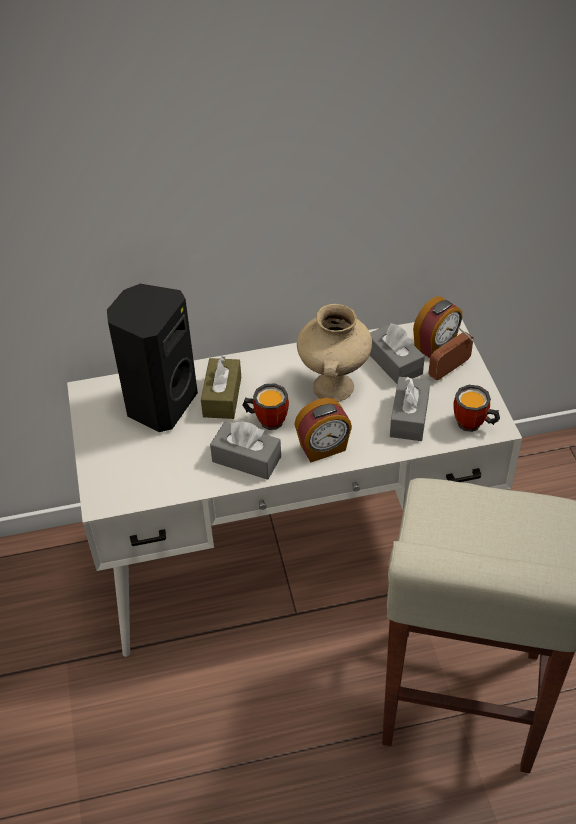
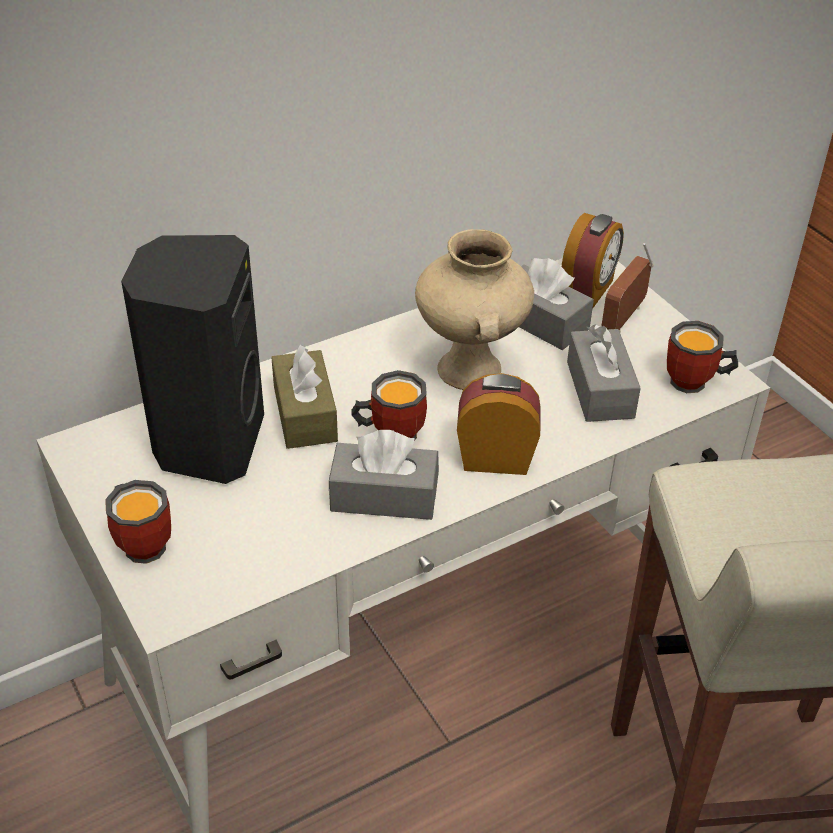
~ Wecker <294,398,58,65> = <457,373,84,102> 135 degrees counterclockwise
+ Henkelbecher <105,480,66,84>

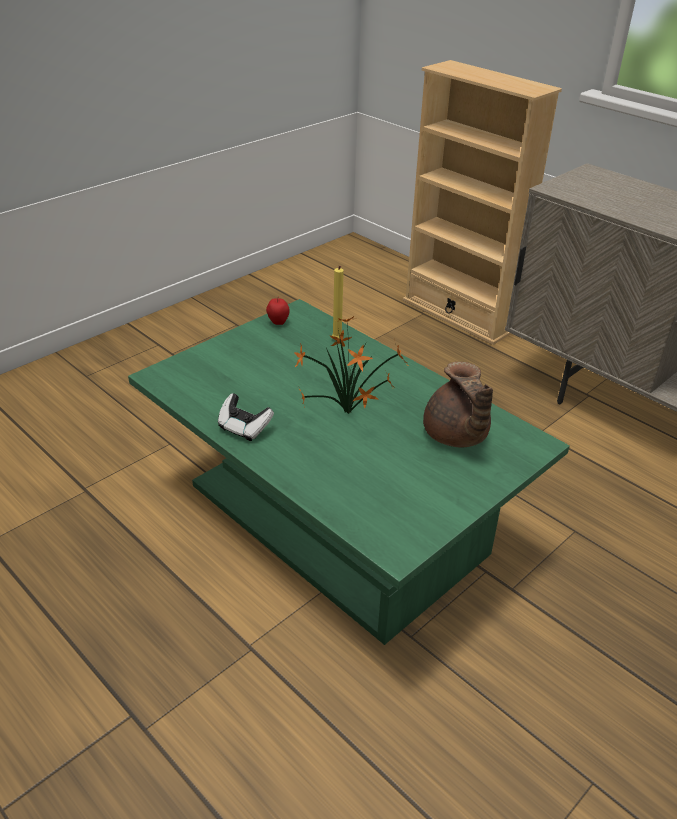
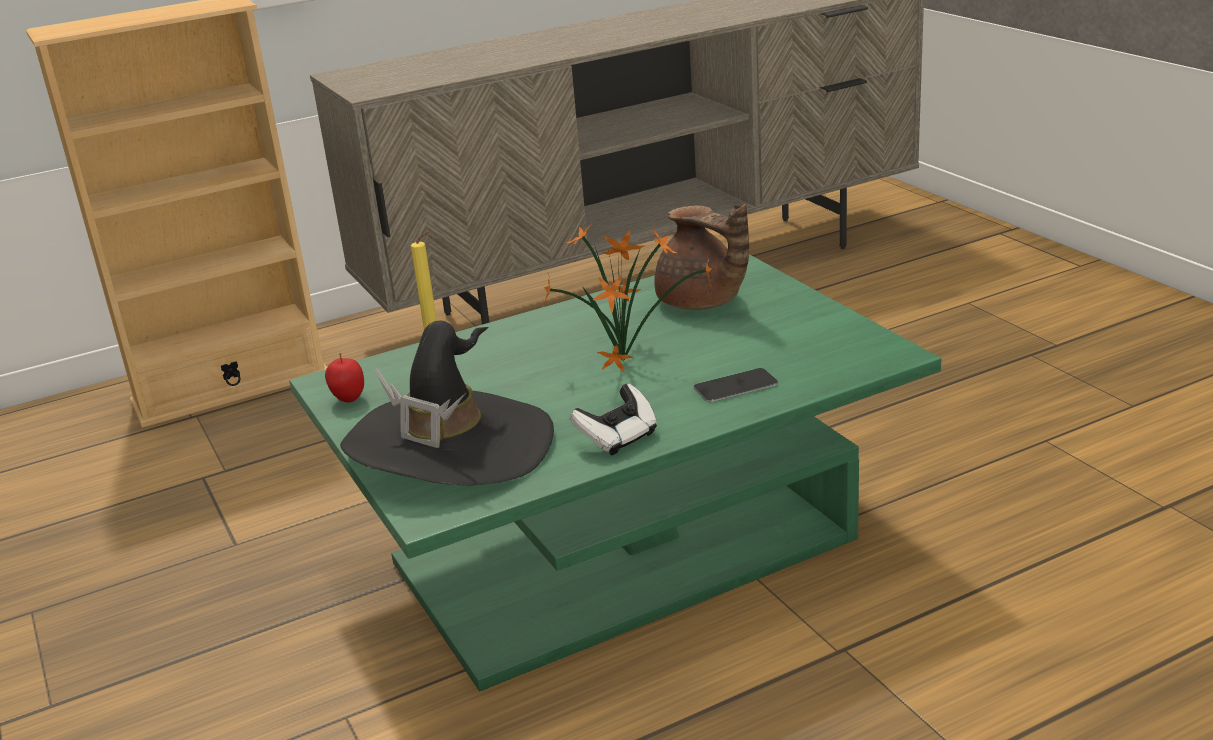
~ Teekanne [braun] <423,362,70,85> = <654,204,95,106> 45 degrees clockwise
+ Hut [schwarz] <340,320,214,165>
+ Handy <694,368,84,34>

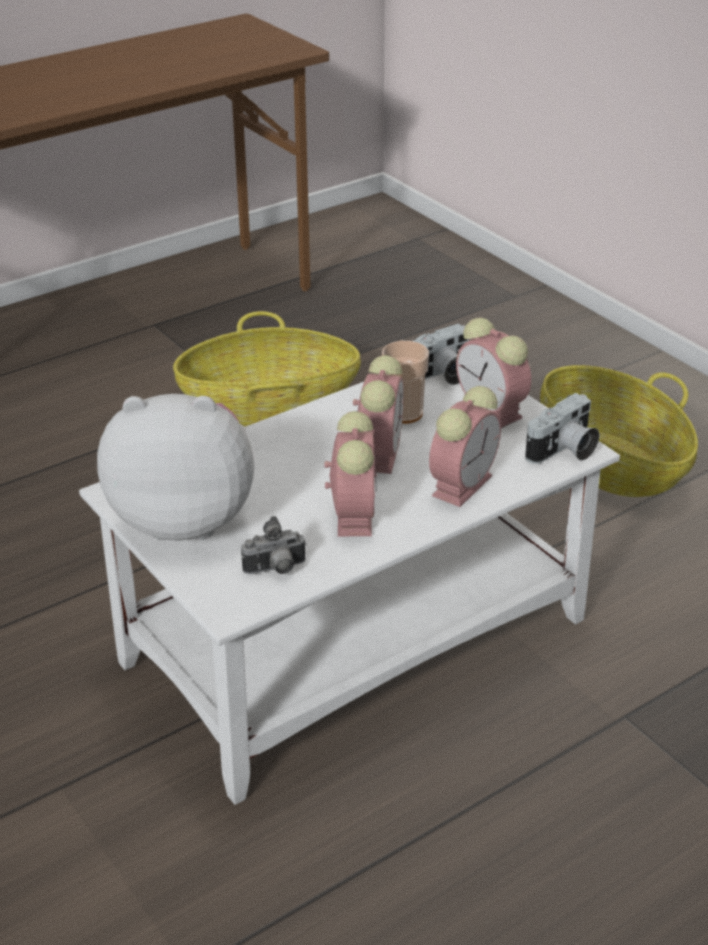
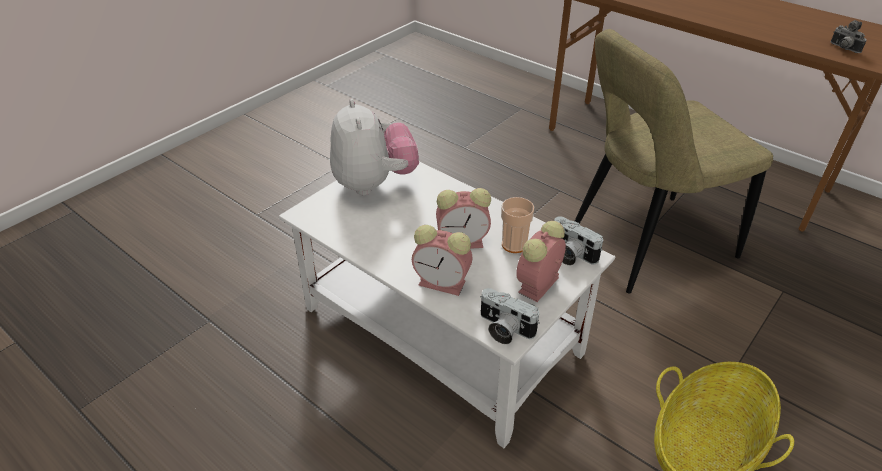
~ Korb <173,311,188,116> to Stuhl [beige] <575,29,198,265>
~ Kamera <241,516,65,58> to <831,20,36,33>
- Wecker <324,411,53,125>

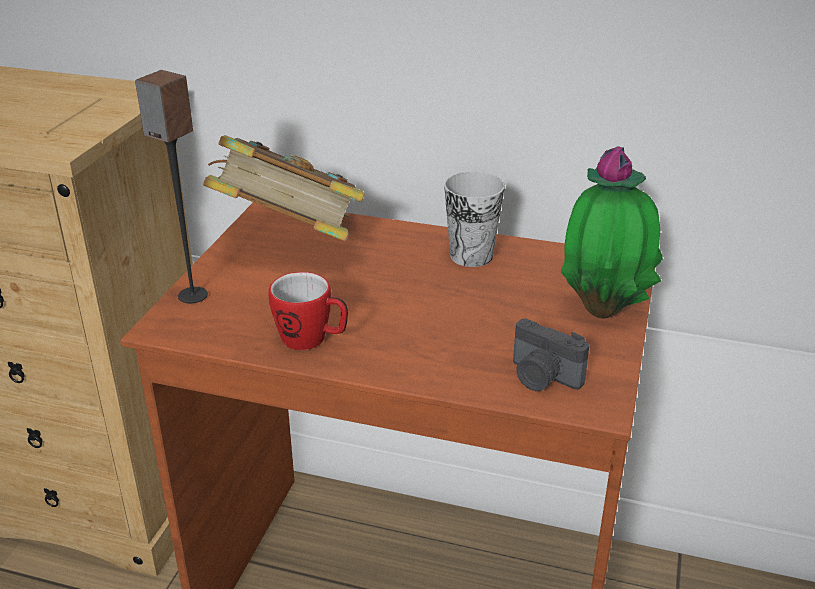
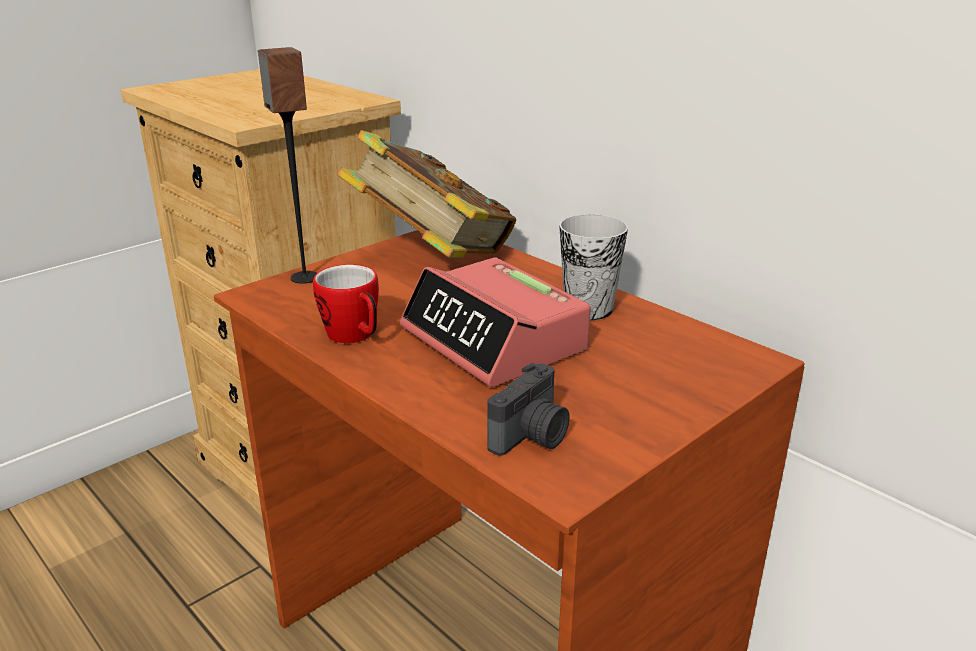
~ Kamera <513,318,76,73> = <487,363,83,93> 120 degrees counterclockwise
- Topfpflanze <561,146,102,172>
+ Wecker <400,257,191,130>

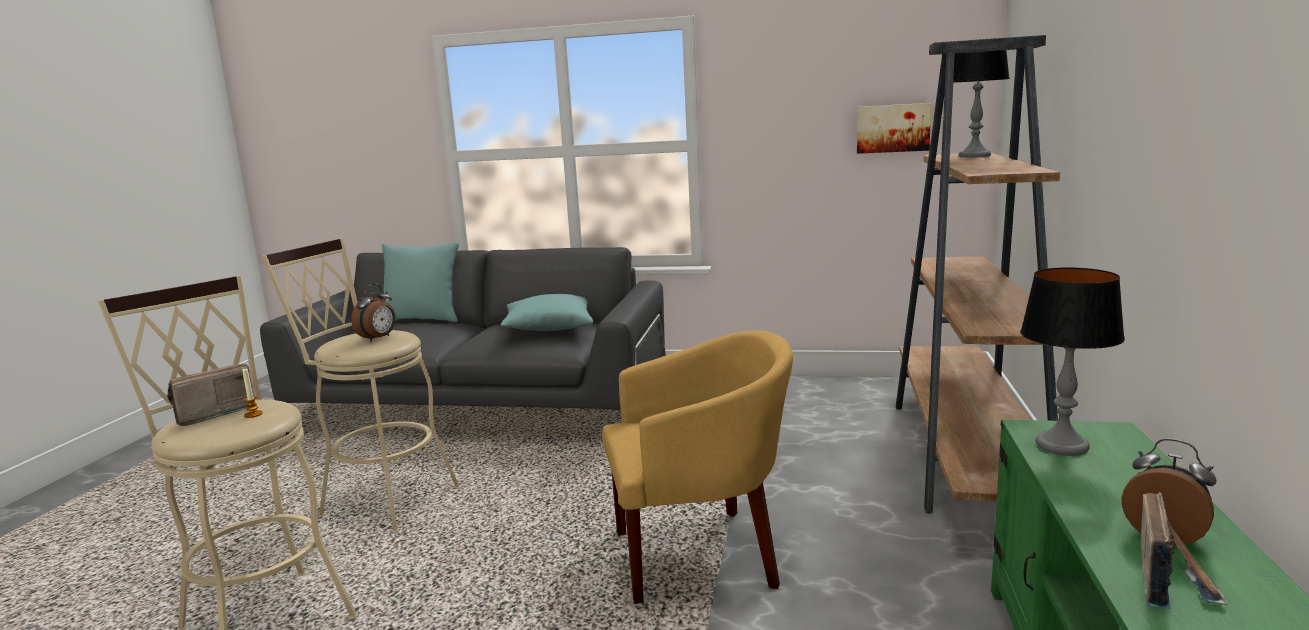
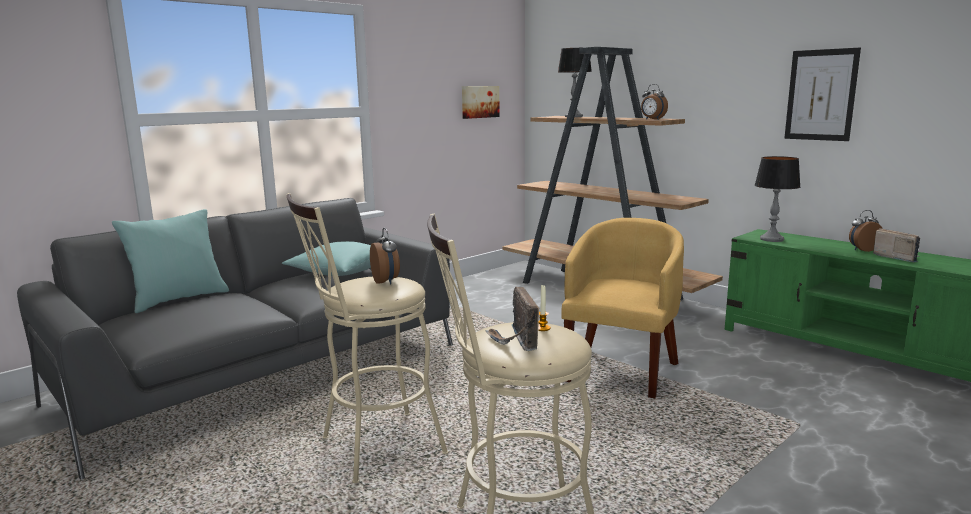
+ Wecker <641,84,27,36>
+ Bild <784,48,77,93>

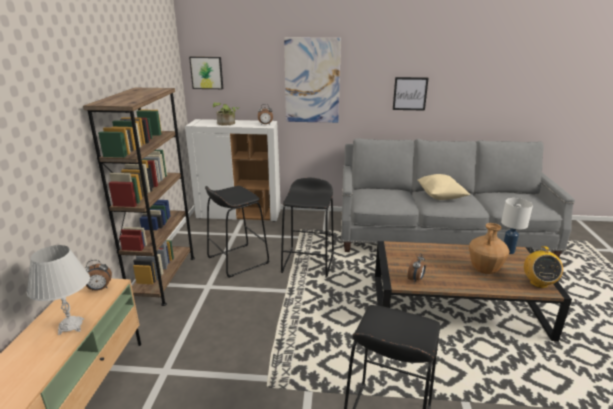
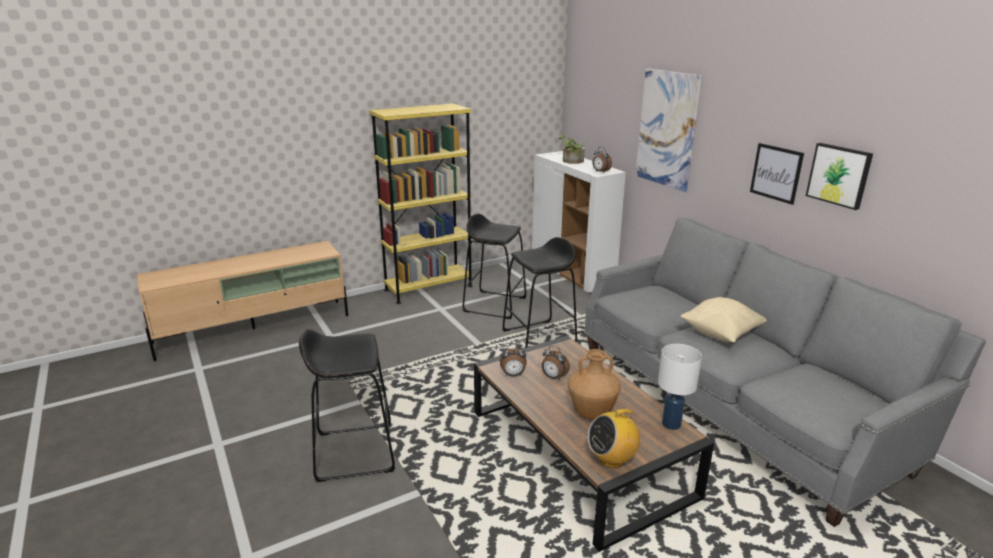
- Tischlampe [weiß] <27,245,63,90>
~ Bücherregal [braun] <83,88,112,218> to Bücherregal [gelb] <369,103,104,201>
~ Wecker <85,260,27,31> to <542,346,28,35>
~ Bild <189,57,34,32> to <806,143,67,67>

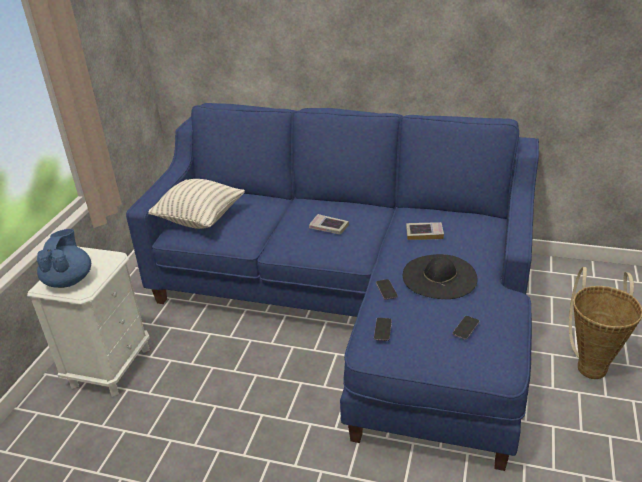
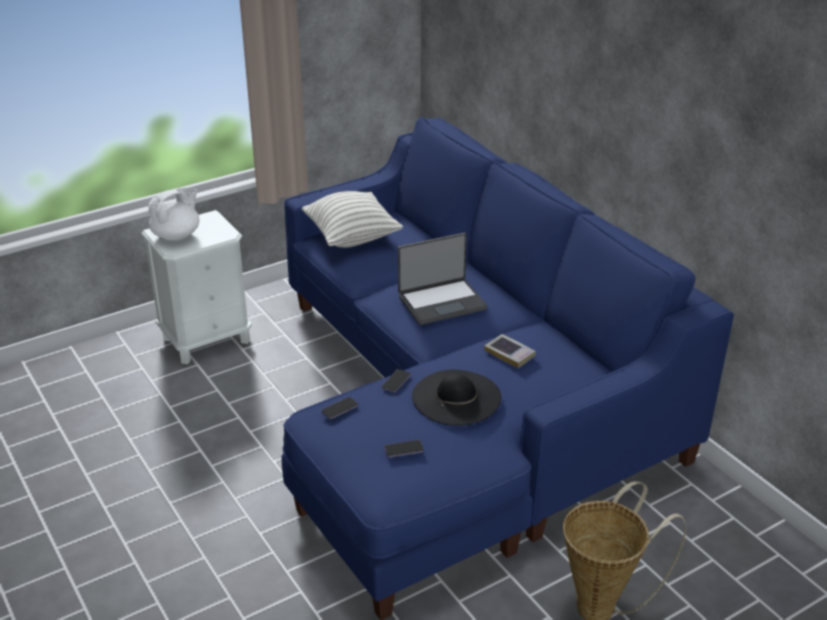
~ Teekanne [blau] <37,229,54,59> to Teekanne [weiß] <148,188,51,53>
~ Buch <309,214,40,21> to Laptop <398,233,90,92>

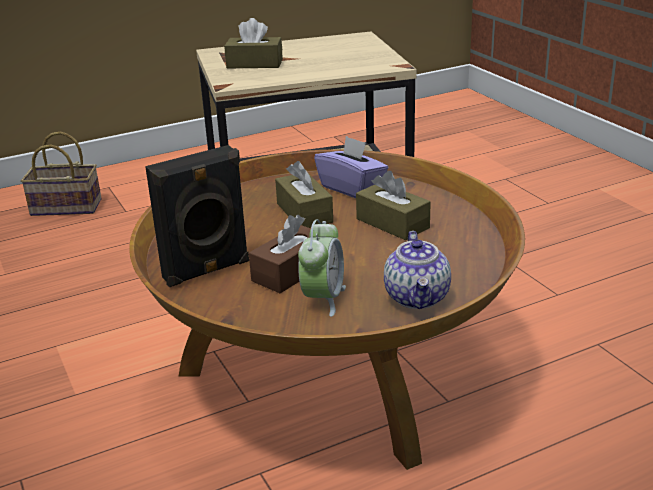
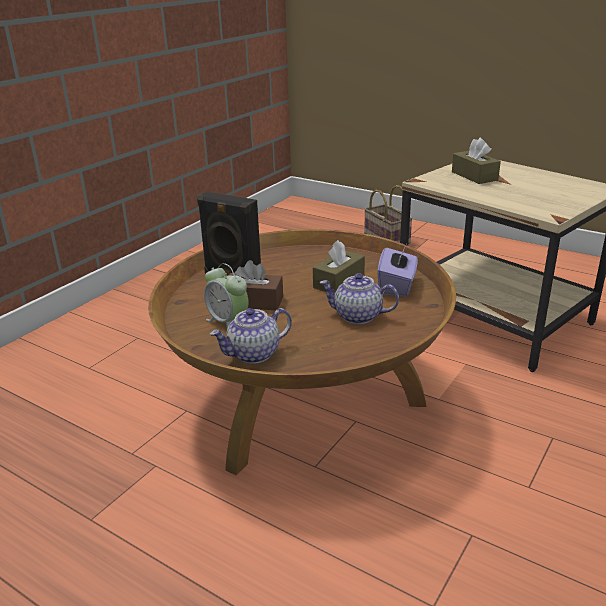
~ Wecker <298,219,48,98> = <204,263,44,65> 60 degrees clockwise
~ Taschentuchbox [braun] <356,171,75,69> to Teekanne <319,273,80,51>

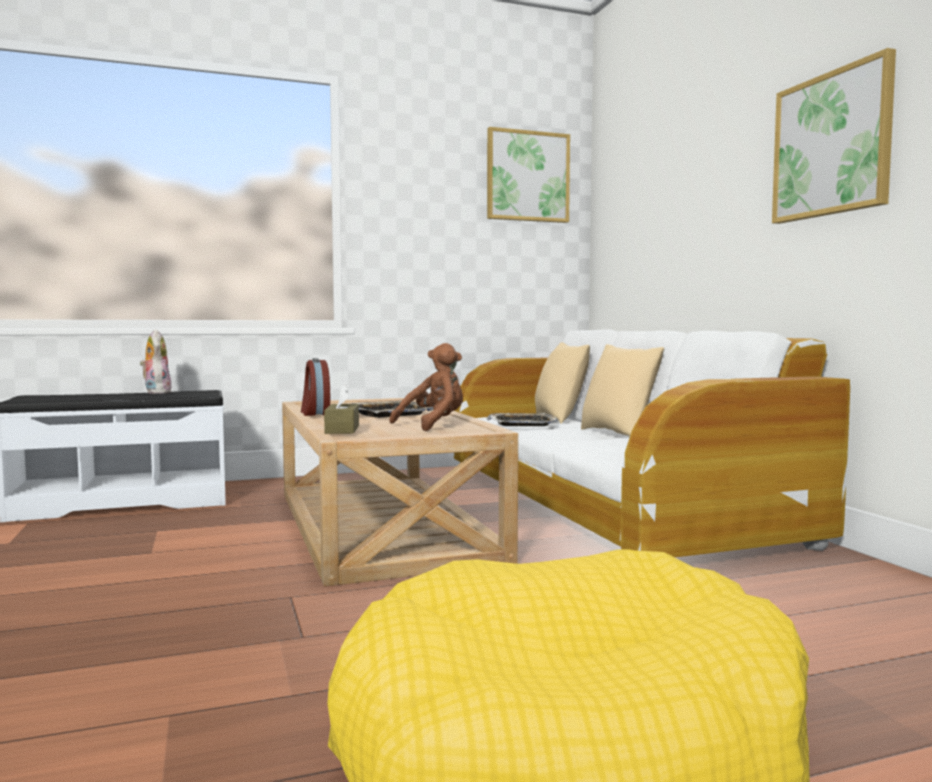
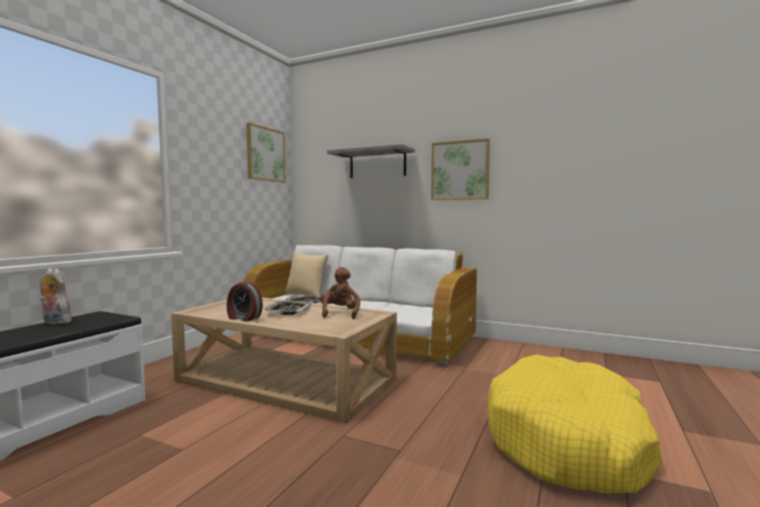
- Taschentuchbox [braun] <324,385,35,49>
- Kissen [beige] <581,344,83,93>
+ Wandregal [grau] <327,144,88,34>

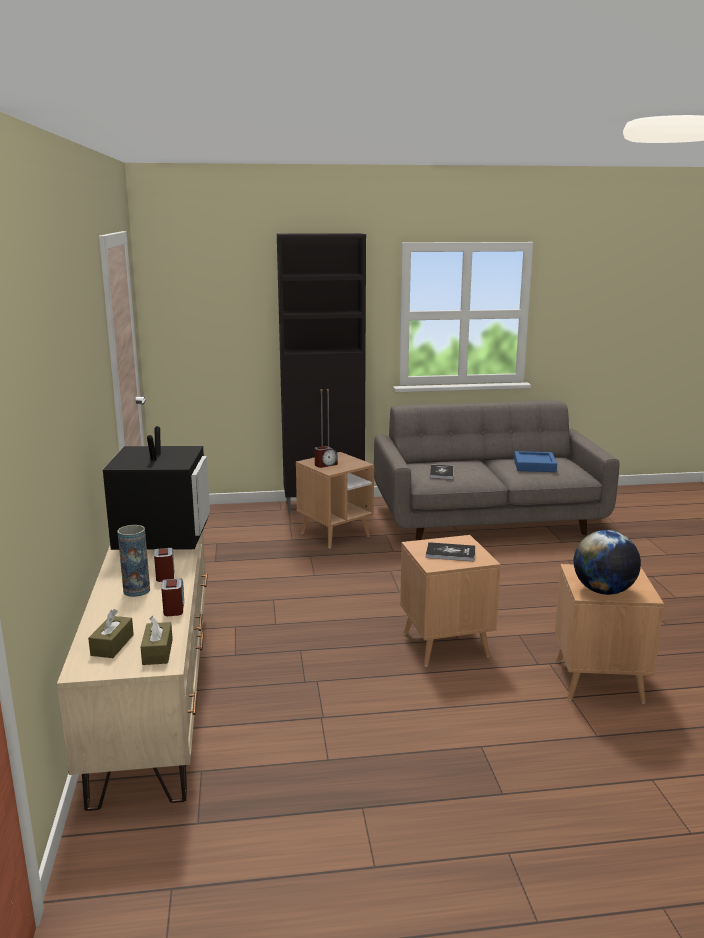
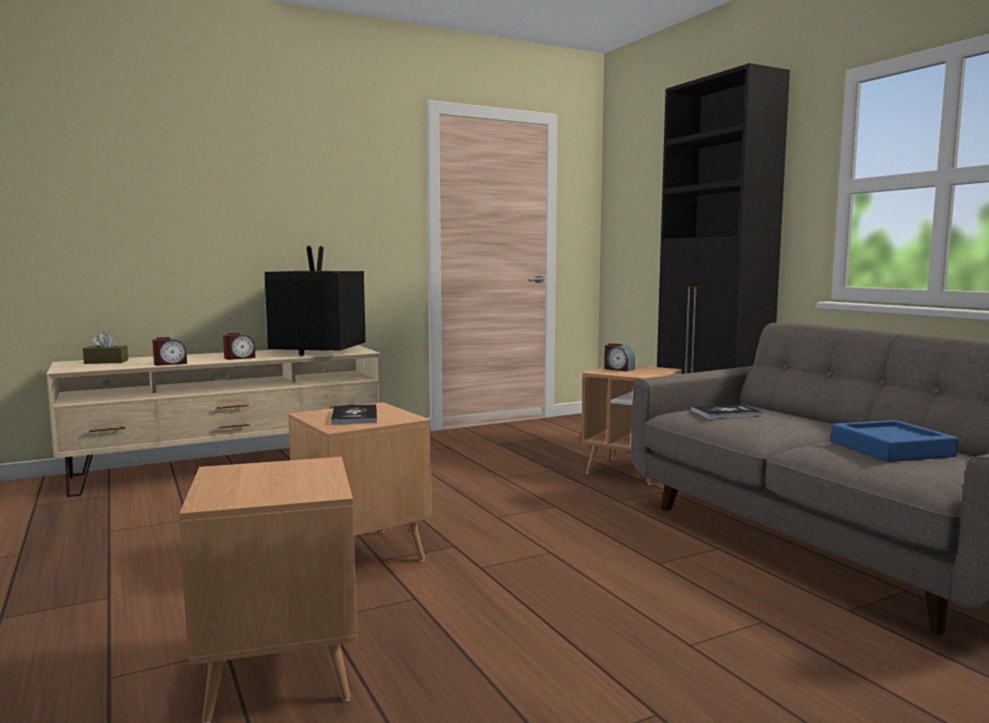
~ Fernseher <103,426,107,124> = <264,246,102,110> 120 degrees clockwise
- Vase <117,525,33,72>
- Taschentuchbox [braun] <141,616,32,49>
- Globus <574,530,67,65>

